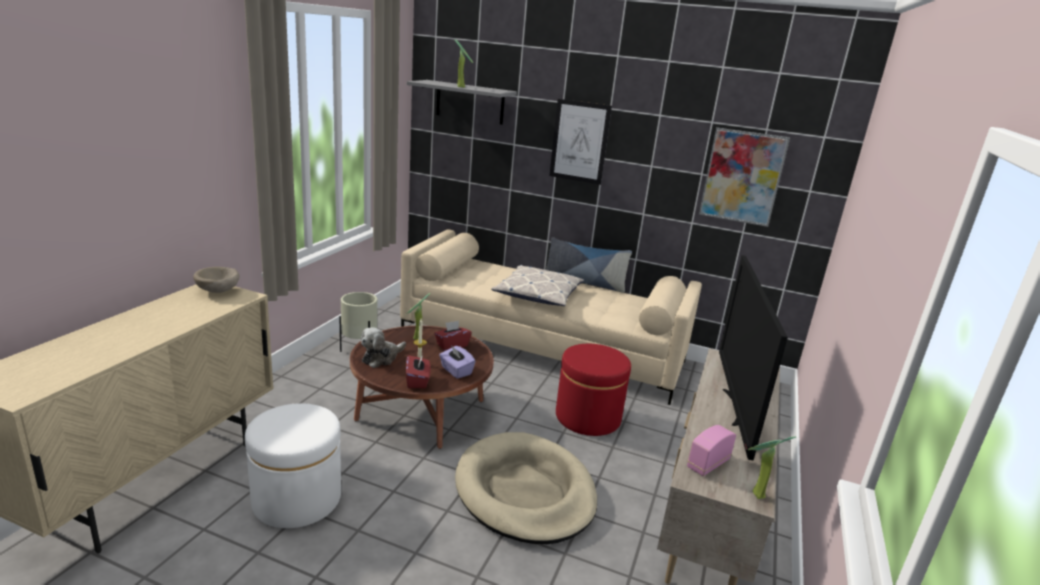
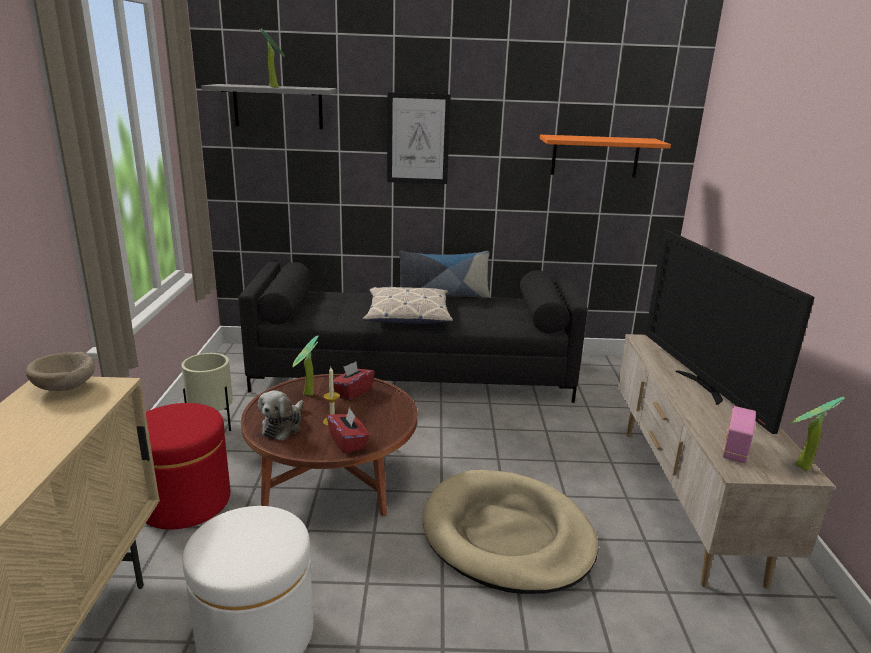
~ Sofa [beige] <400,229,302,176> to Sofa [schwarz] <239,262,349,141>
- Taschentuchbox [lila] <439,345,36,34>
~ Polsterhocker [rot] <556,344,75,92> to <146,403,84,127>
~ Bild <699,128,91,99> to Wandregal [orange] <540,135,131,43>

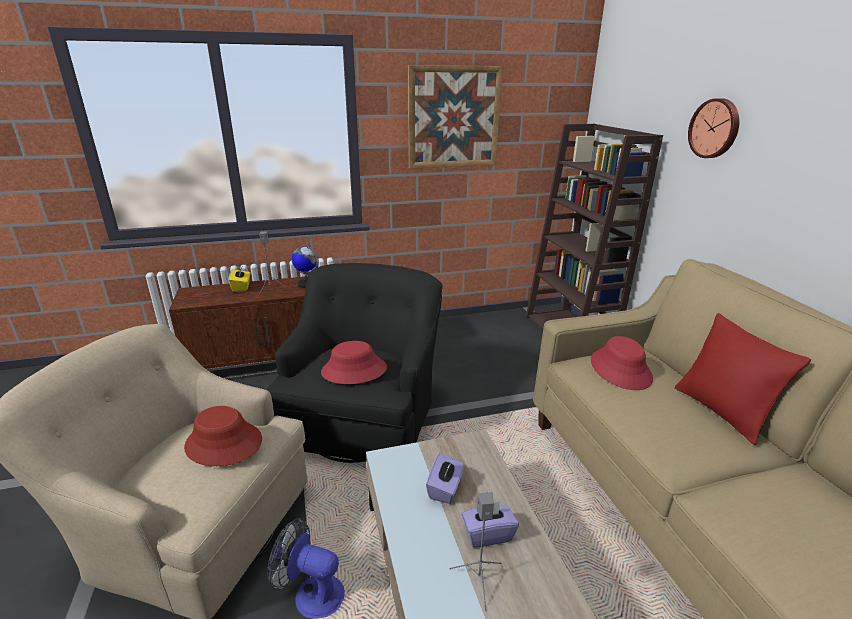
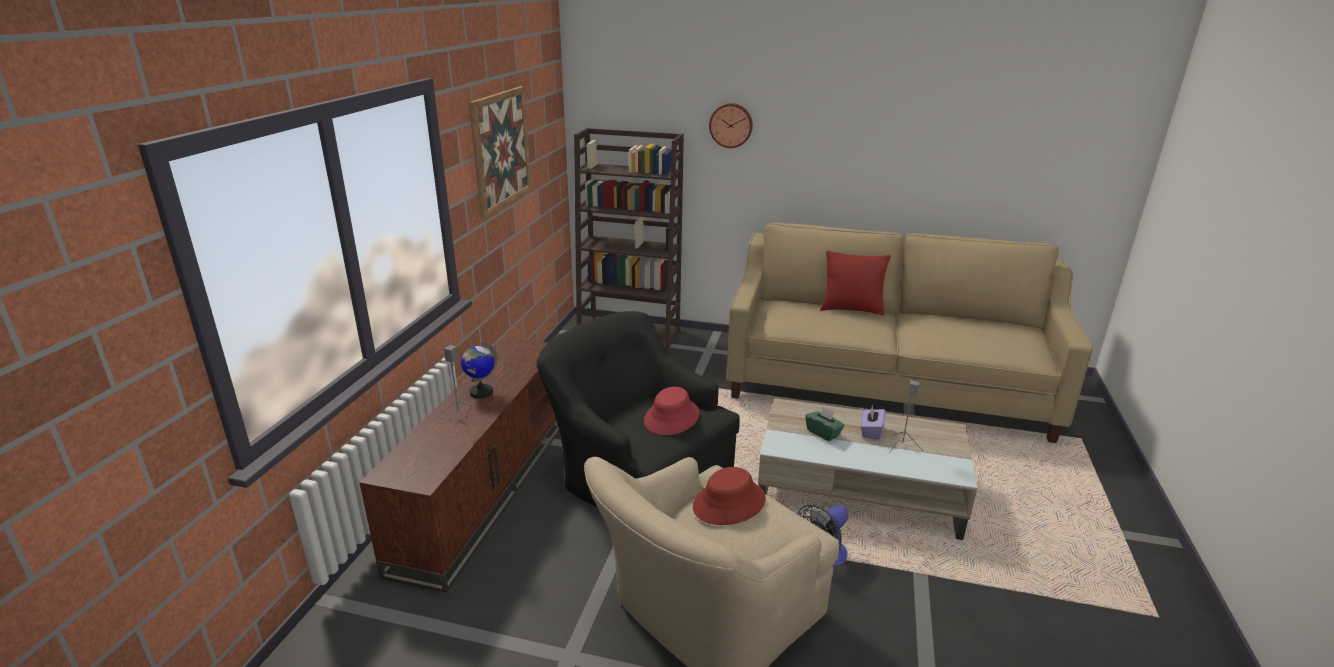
- Taschentuchbox [gelb] <229,267,21,25>
~ Taschentuchbox [lila] <426,453,38,51> to Taschentuchbox [grün] <805,407,40,34>
- Hut [rot] <591,336,62,54>

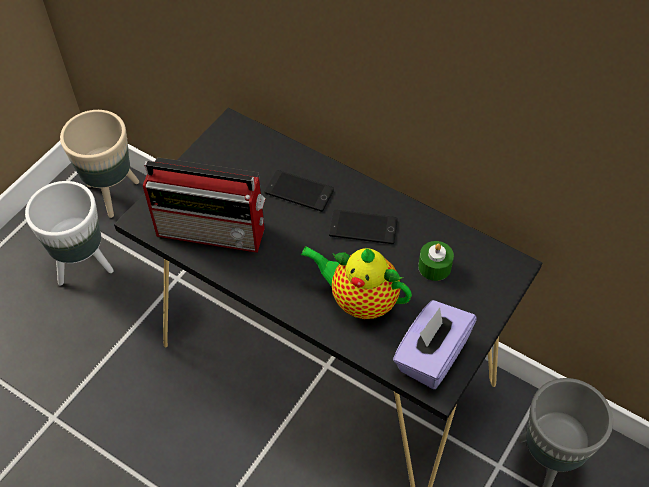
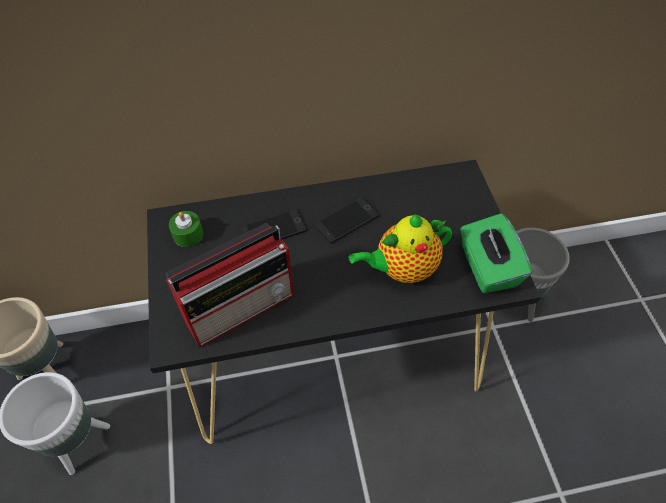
~ Taschentuchbox [lila] <393,300,84,89> to Taschentuchbox [grün] <460,213,72,80>
~ Kerze [grün] <418,241,36,40> to <169,211,34,36>

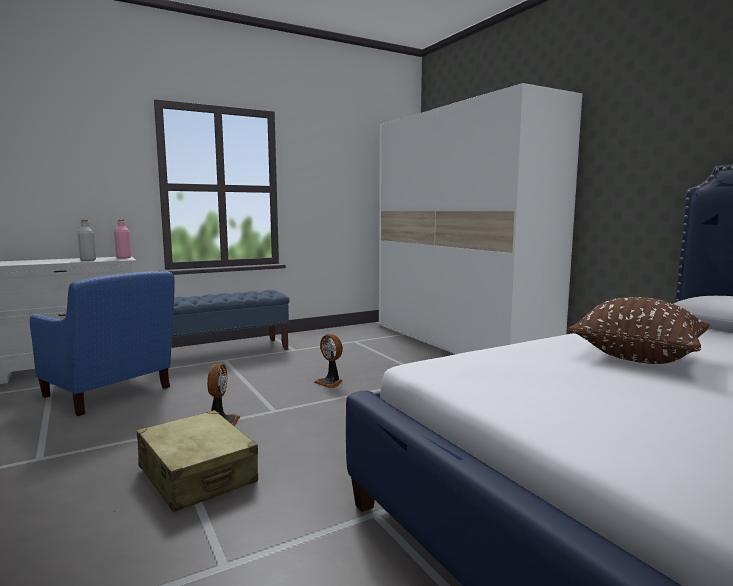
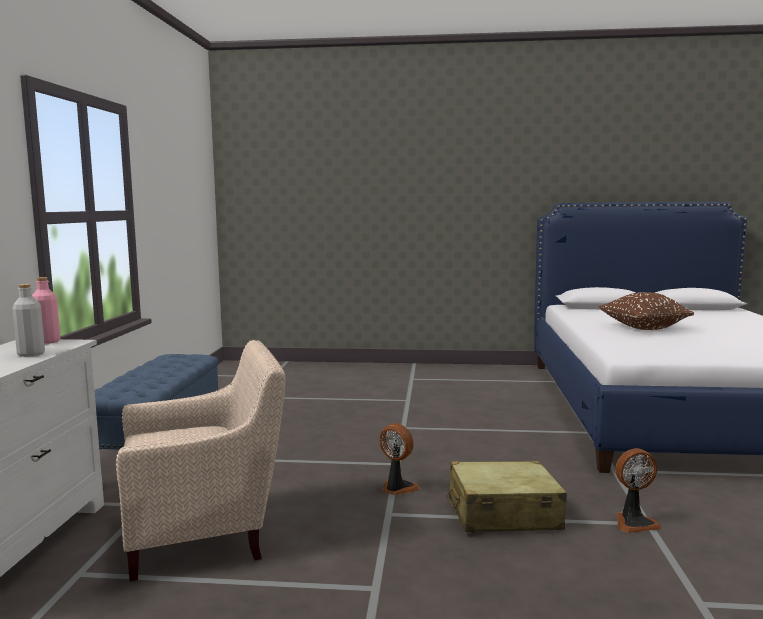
~ Sessel [blau] <30,271,145,145> to Sessel [beige] <116,340,169,242>
~ Ventilator <314,334,29,54> to <615,448,47,85>
- Kleiderschrank [weiß] <379,83,203,271>

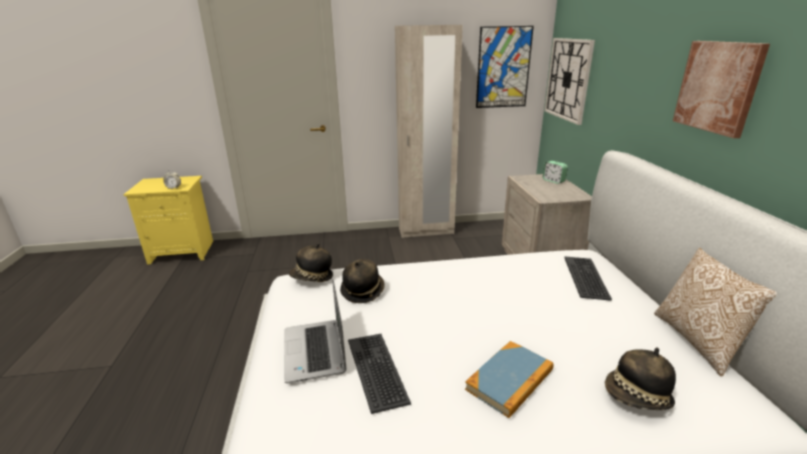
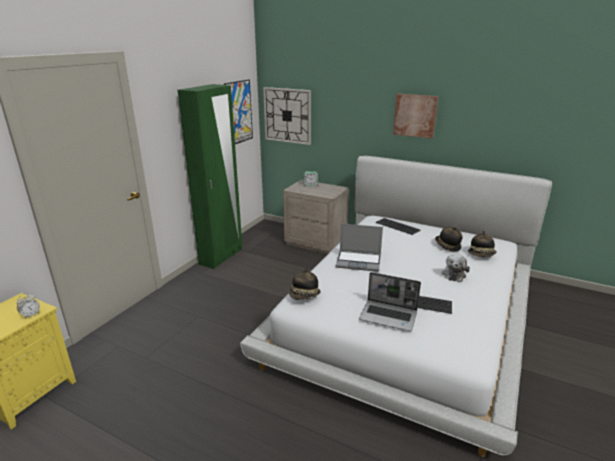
~ Hut <340,259,44,44> to <435,226,27,25>
~ Kleiderschrank [beige] <395,25,68,213> to Kleiderschrank [grün] <178,84,64,185>
~ Buch <465,341,89,77> to Plüschtier <442,254,28,28>
- Kissen <654,248,123,129>
+ Laptop <336,224,47,48>

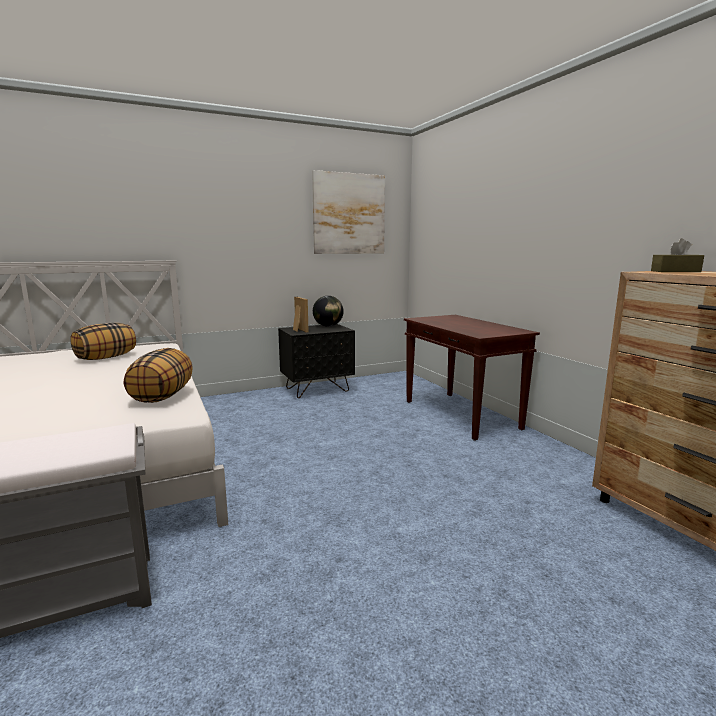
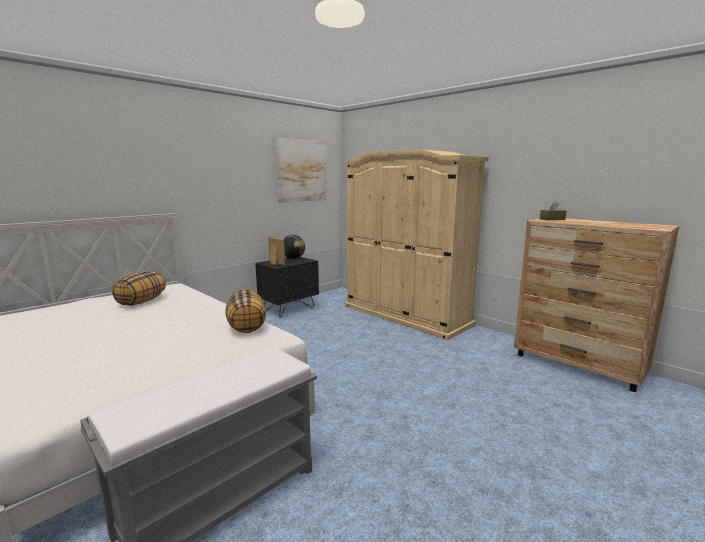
~ Konsolentisch [braun] <404,315,136,126> to Kleiderschrank [beige] <344,149,145,191>

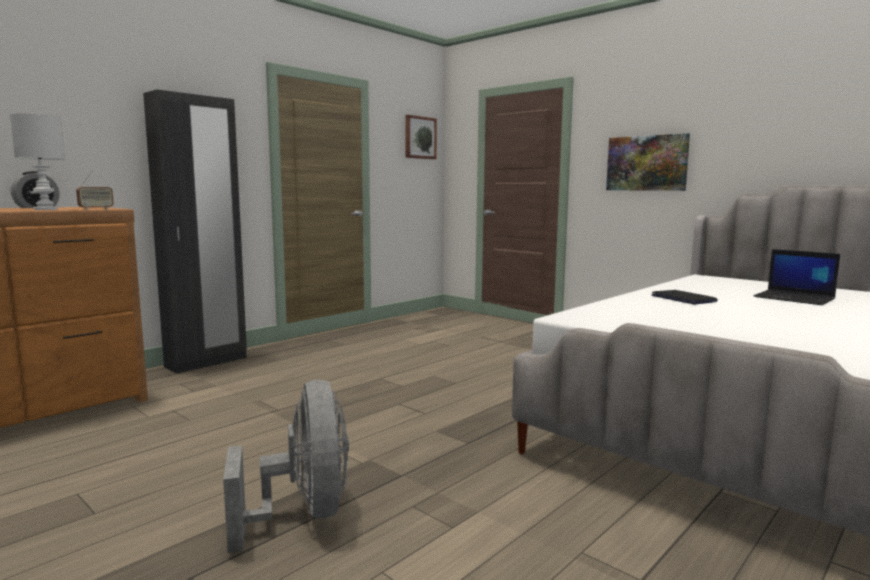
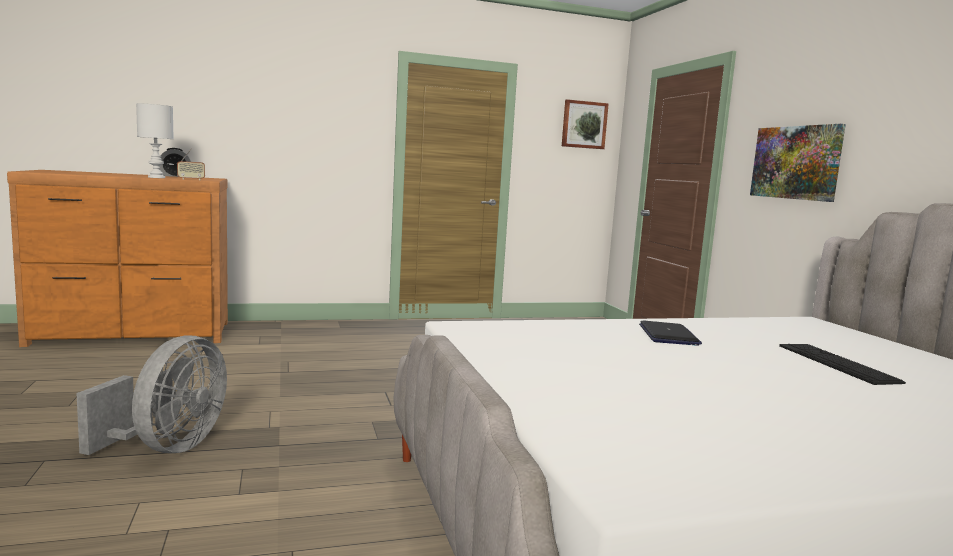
- Kleiderschrank [schwarz] <143,89,104,285>
~ Laptop <754,249,86,56> to Tastatur <779,344,127,41>

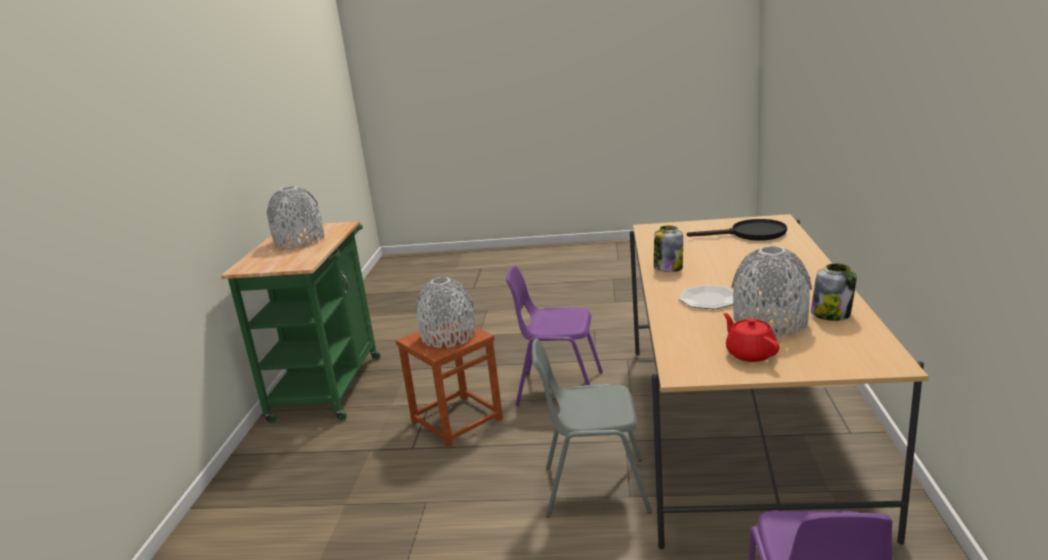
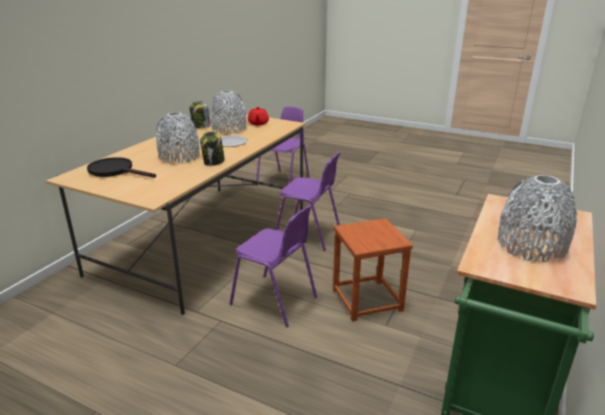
~ Vase [grau] <415,277,60,71> to <156,112,44,51>
~ Stuhl [grau] <532,339,120,179> to Stuhl [lila] <275,152,65,99>

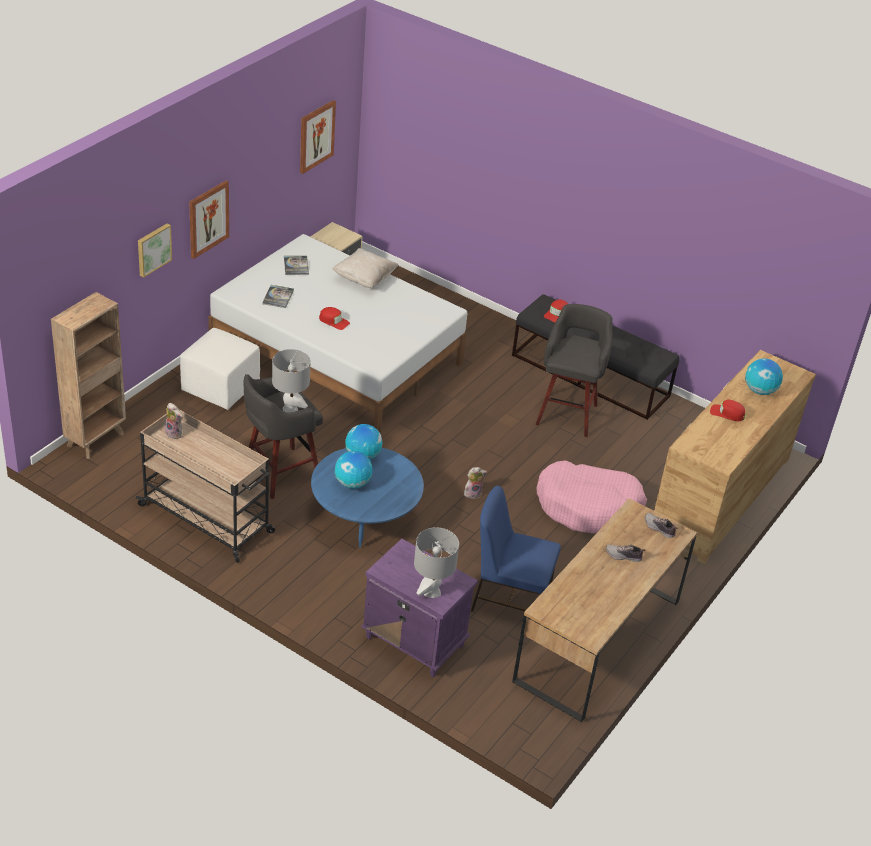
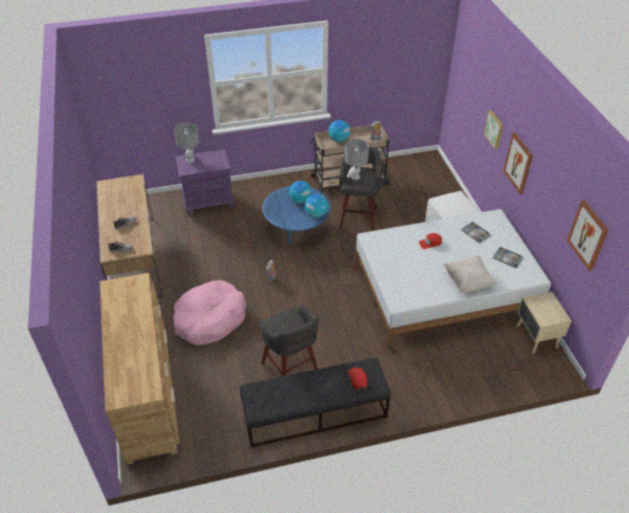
- Bücherregal [braun] <51,292,75,167>
- Stuhl [blau] <471,486,90,126>
- Kappe [rot] <710,400,35,21>
~ Globus <745,358,38,37> to <328,120,22,22>

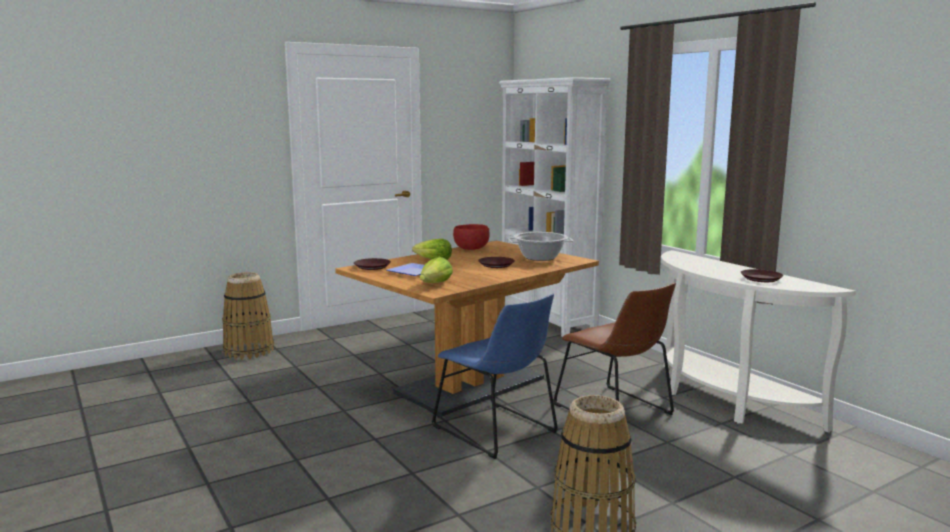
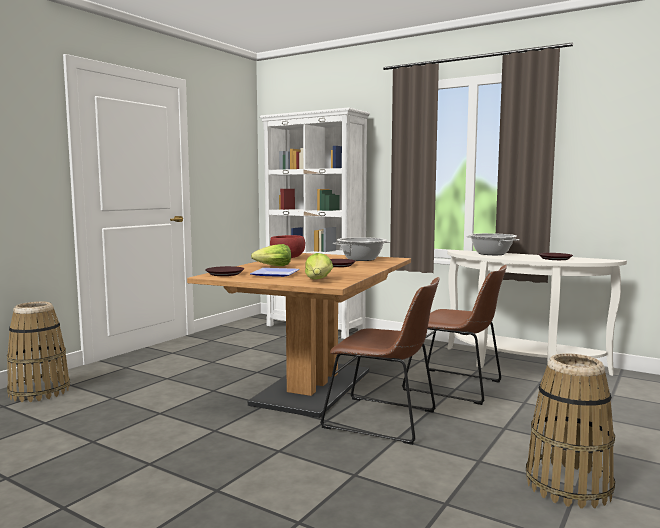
~ Stuhl [blau] <432,294,126,165> to Stuhl [braun] <320,277,119,168>
+ Kochtopf <466,233,54,22>

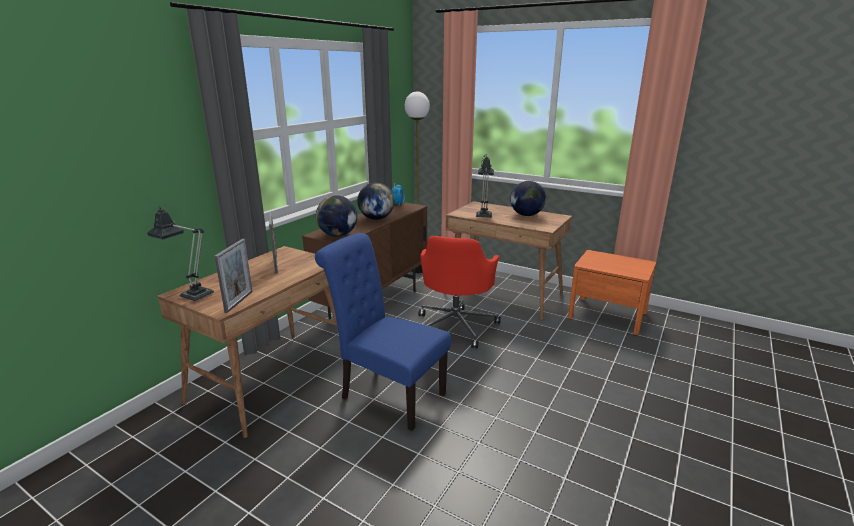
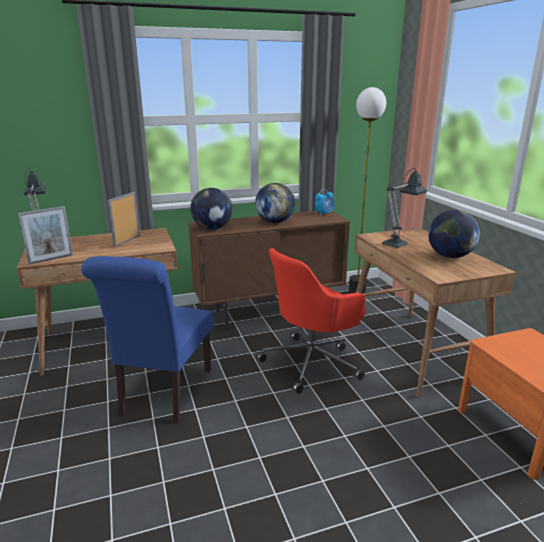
~ Stuhl [blau] <315,233,136,198> = <81,256,132,167> 150 degrees counterclockwise

